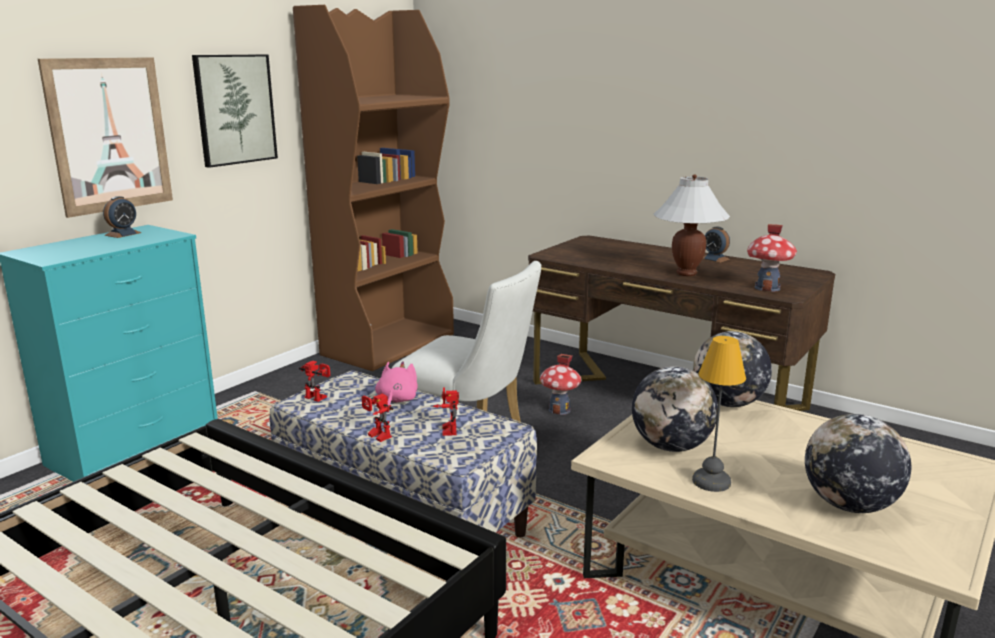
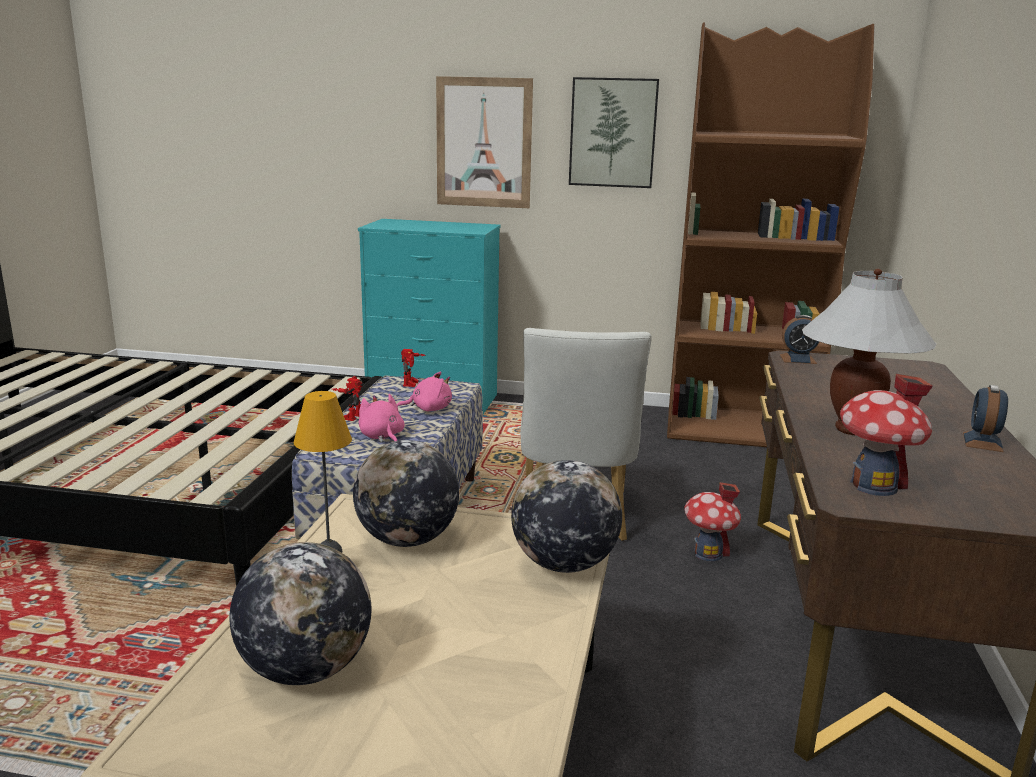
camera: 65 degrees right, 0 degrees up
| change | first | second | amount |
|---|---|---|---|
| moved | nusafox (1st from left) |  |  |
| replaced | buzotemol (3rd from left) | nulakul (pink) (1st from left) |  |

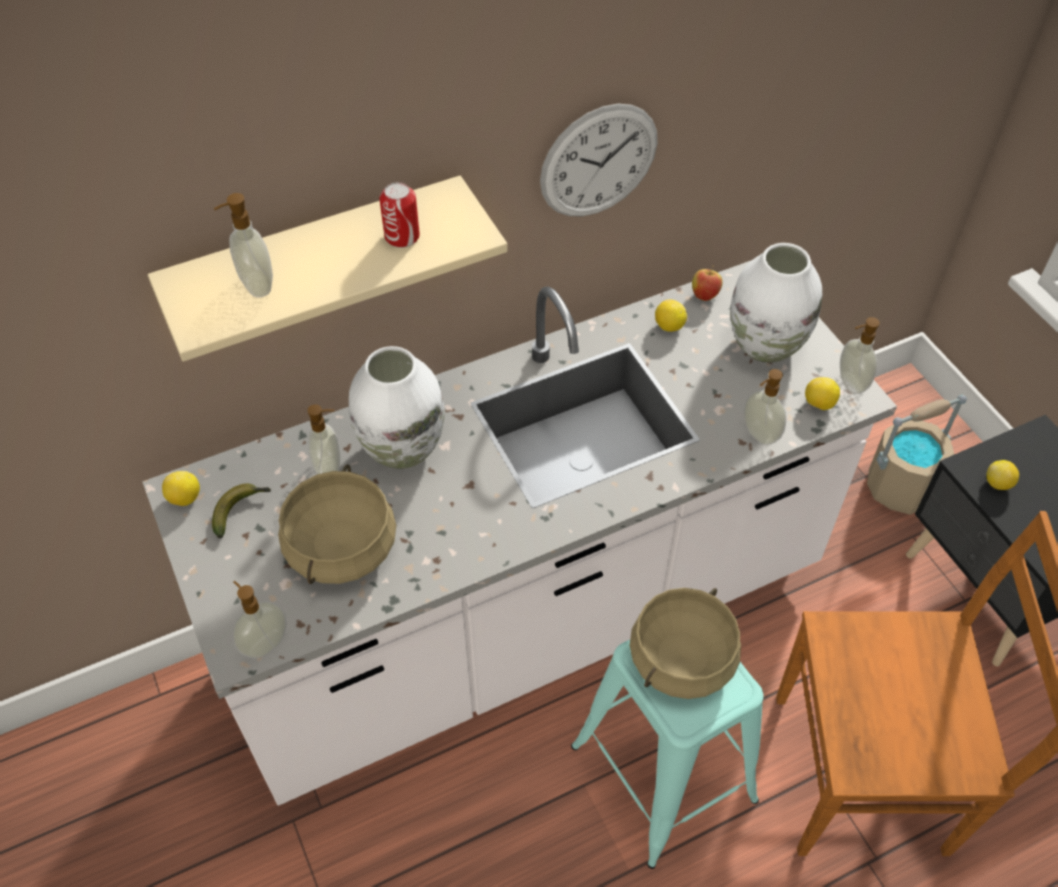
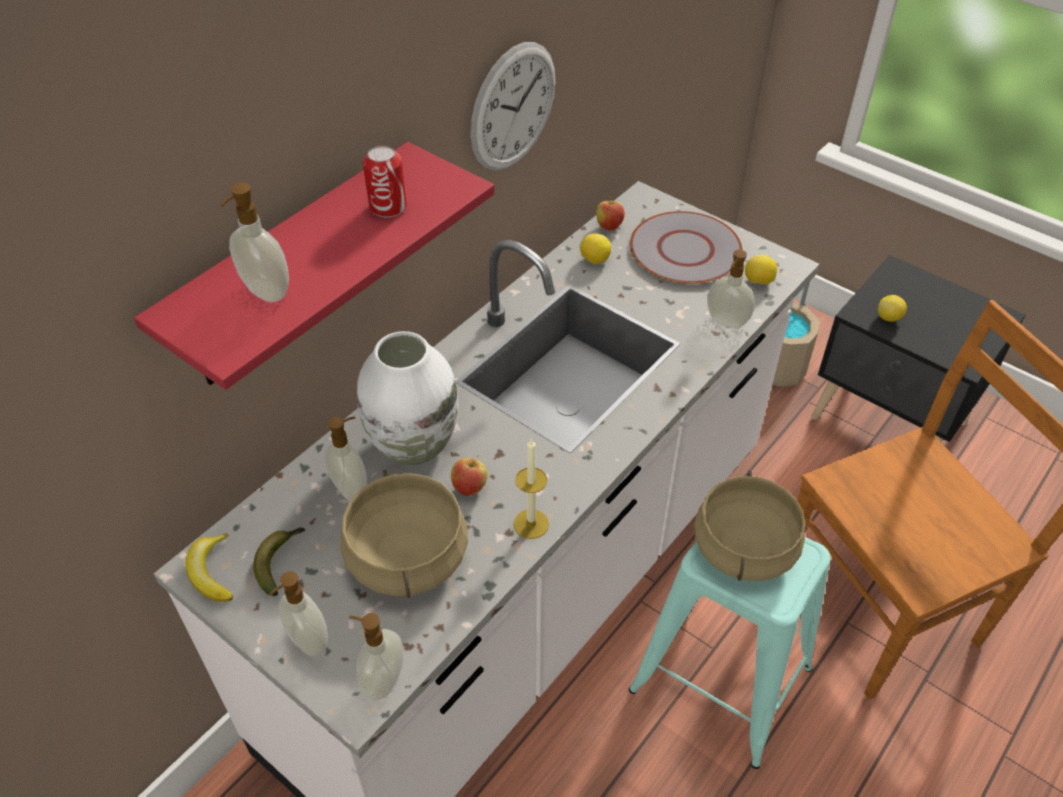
camera: 25 degrees left, 5 degrees down
| change | first | second | amount |
|---|---|---|---|
| recoloured | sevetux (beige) | sevetux (red) |  |
| replaced | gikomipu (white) (2nd from left) | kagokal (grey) |  |
| moved | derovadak (5th from left in the first image) | derovadak (2nd from left) |  |
| replaced | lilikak (1st from left) | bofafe (1st from left) |  |
| added |  | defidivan |  |
| added |  | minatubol (1st from left) |  |

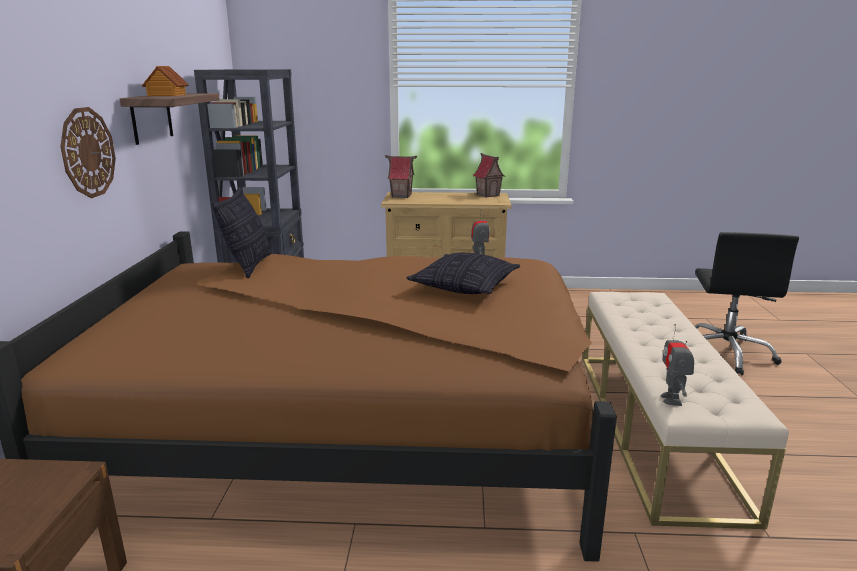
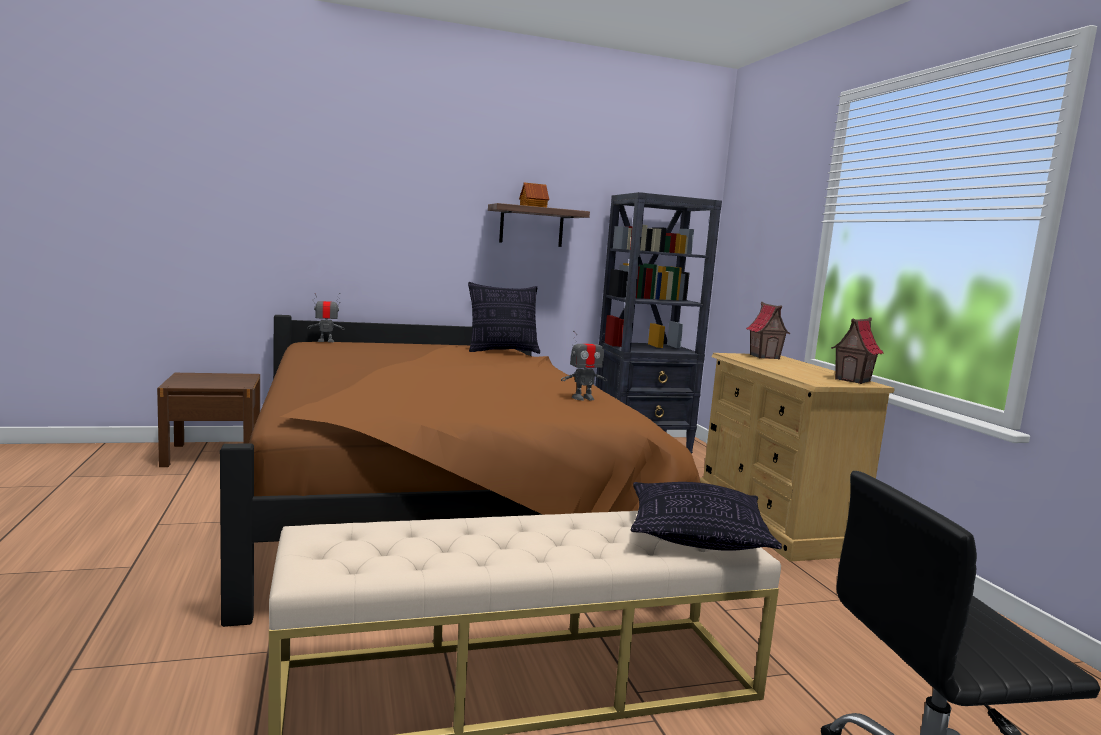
camera: 70 degrees right, 10 degrees down
| change | first | second | amount |
|---|---|---|---|
| removed | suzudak |  |  |
| moved | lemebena (2nd from left) |  |  |
| moved | buzotemol (2nd from left in the first image) | buzotemol (1st from left) |  |

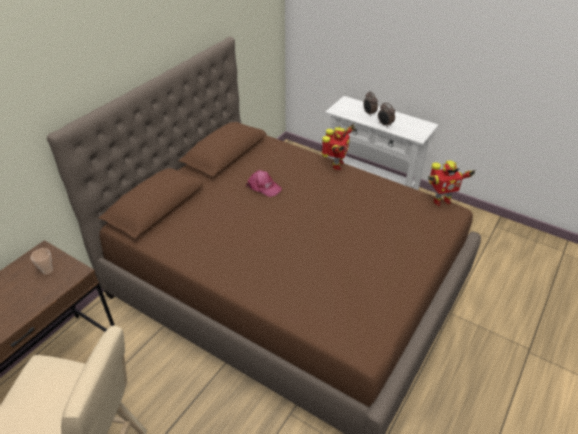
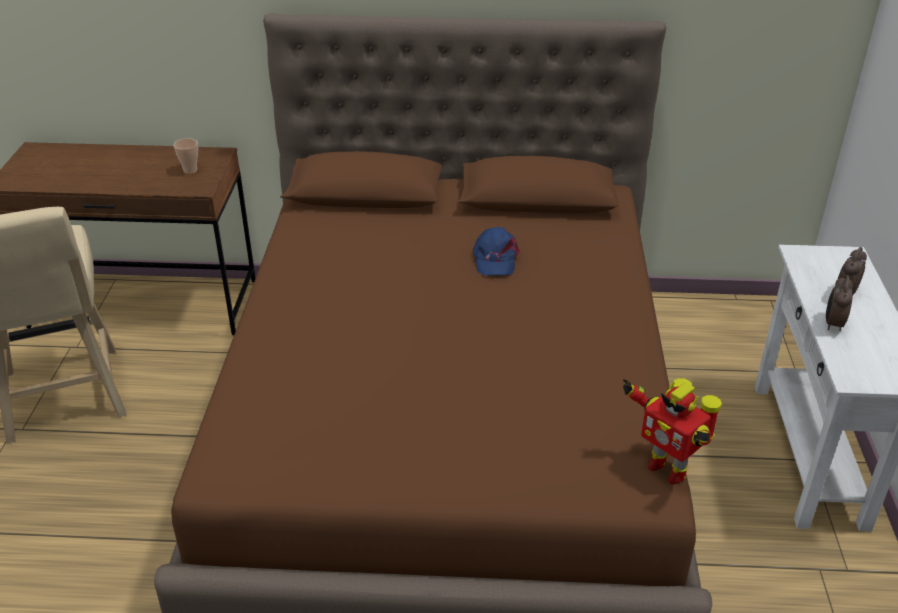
camera: 60 degrees right, 5 degrees down
| change | first | second | amount |
|---|---|---|---|
| removed | buzotemol (1st from left) |  |  |
| recoloured | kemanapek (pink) | kemanapek (blue) |  |

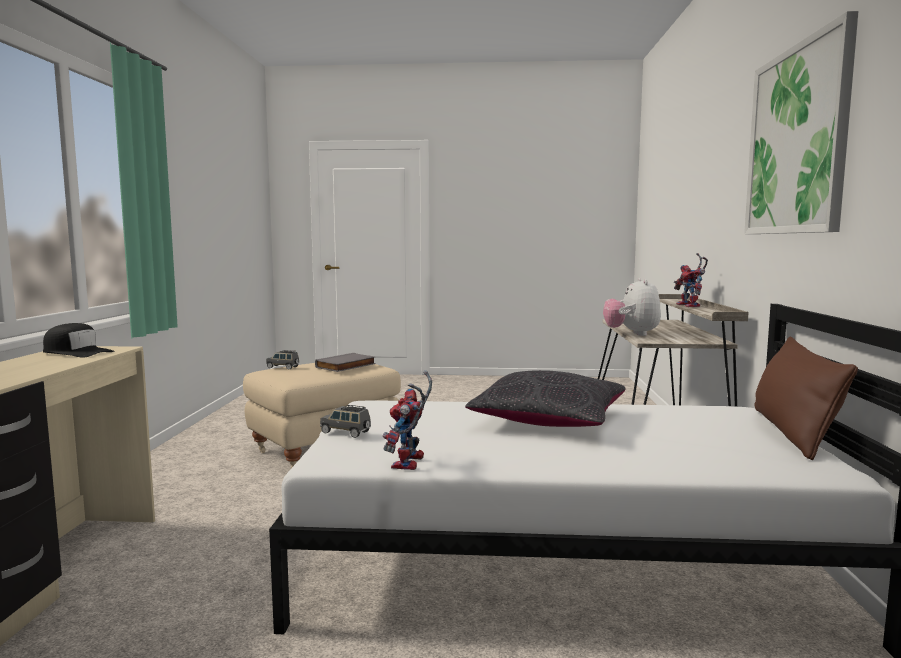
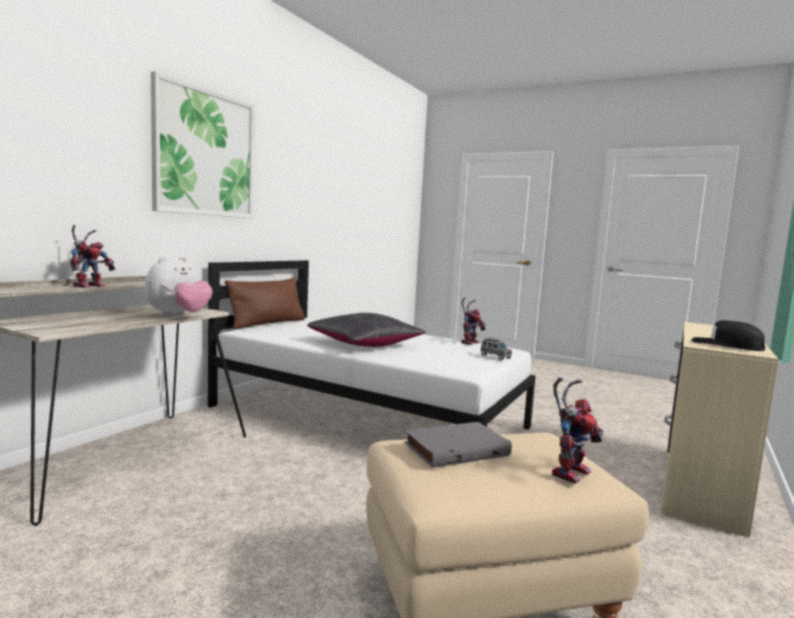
camera: 155 degrees left, 0 degrees up
| change | first | second | amount |
|---|---|---|---|
| replaced | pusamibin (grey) (1st from left) | buzotemol (3rd from left) |  |

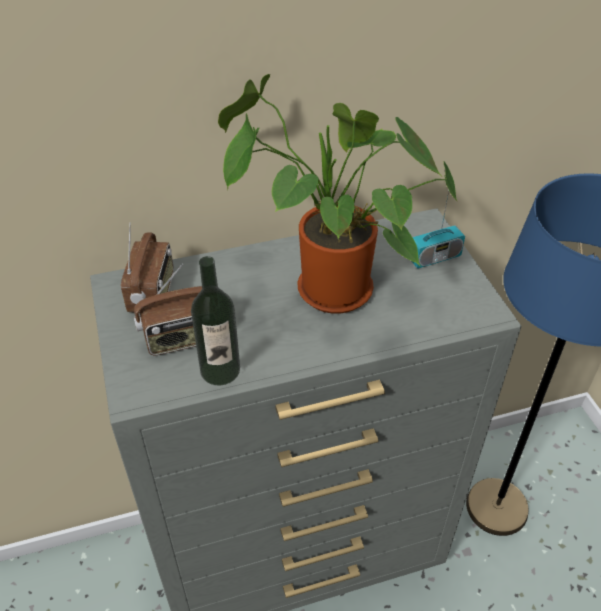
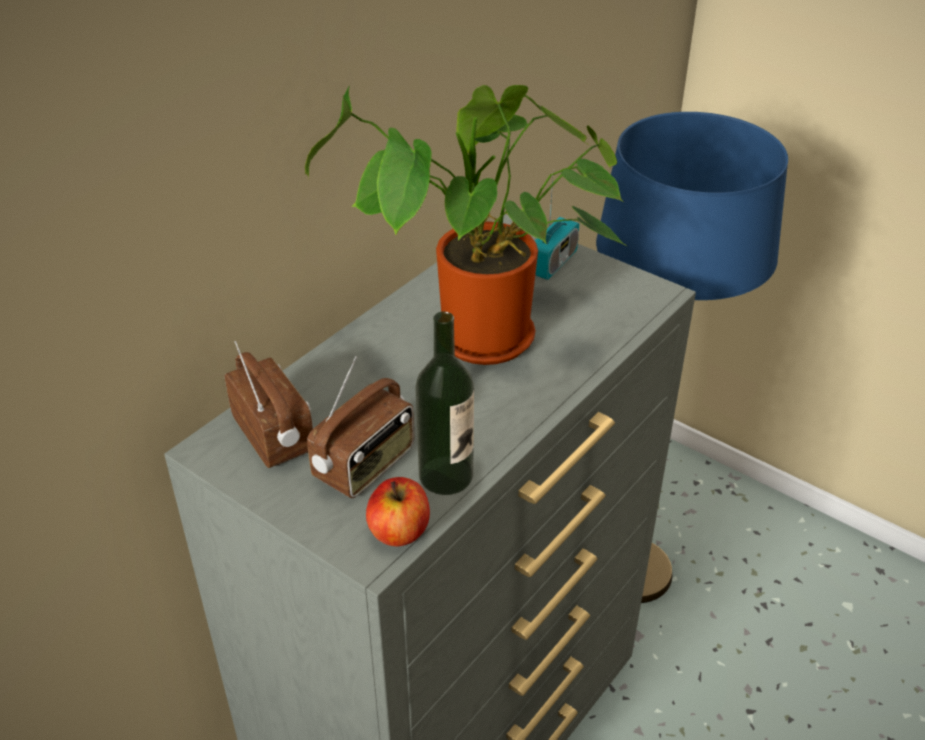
camera: 35 degrees left, 5 degrees down
| change | first | second | amount |
|---|---|---|---|
| added |  | minatubol |  |

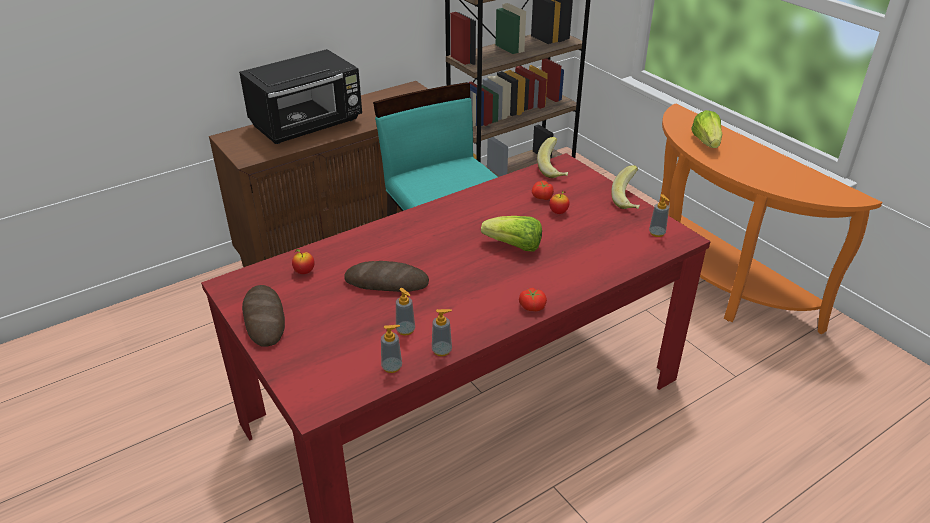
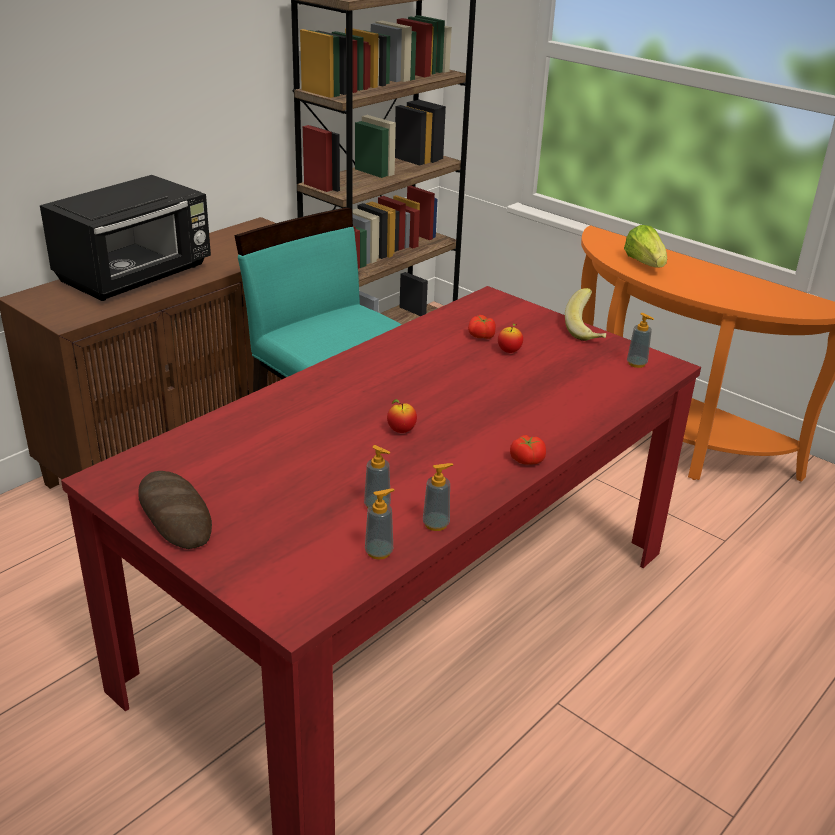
camera: 15 degrees left, 5 degrees down
| change | first | second | amount |
|---|---|---|---|
| removed | bofafe (1st from left) |  |  |
| removed | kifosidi (1st from left) |  |  |
| moved | minatubol (1st from left) |  |  |
| removed | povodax (2nd from left) |  |  |

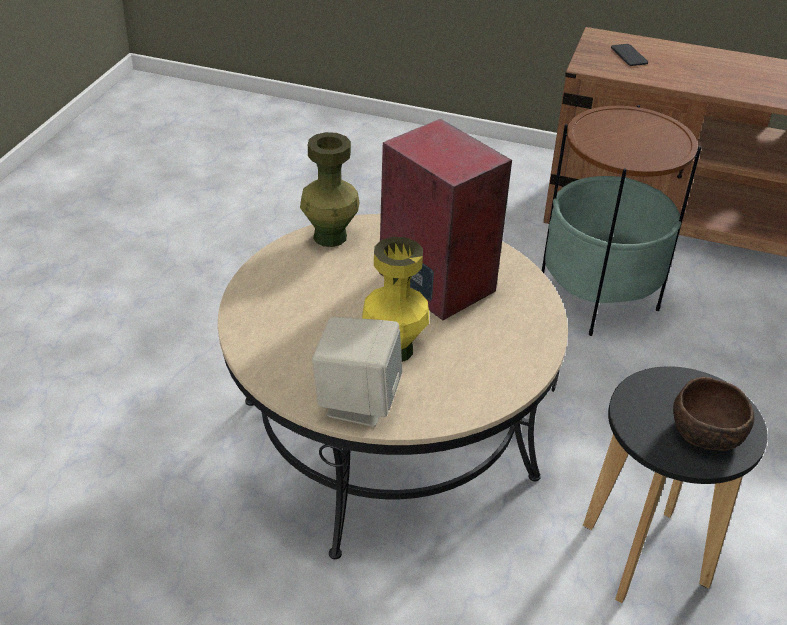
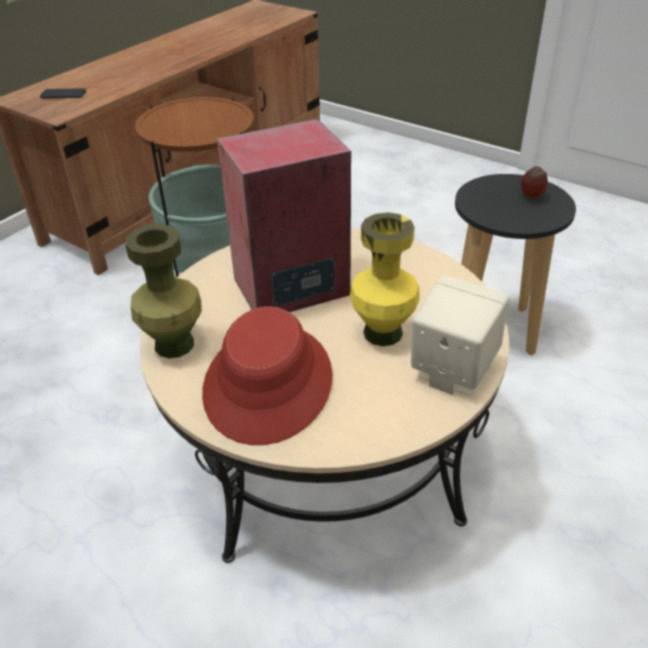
camera: 70 degrees left, 0 degrees up
| change | first | second | amount |
|---|---|---|---|
| replaced | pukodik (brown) | minatubol |  |
| added |  | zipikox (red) |  |

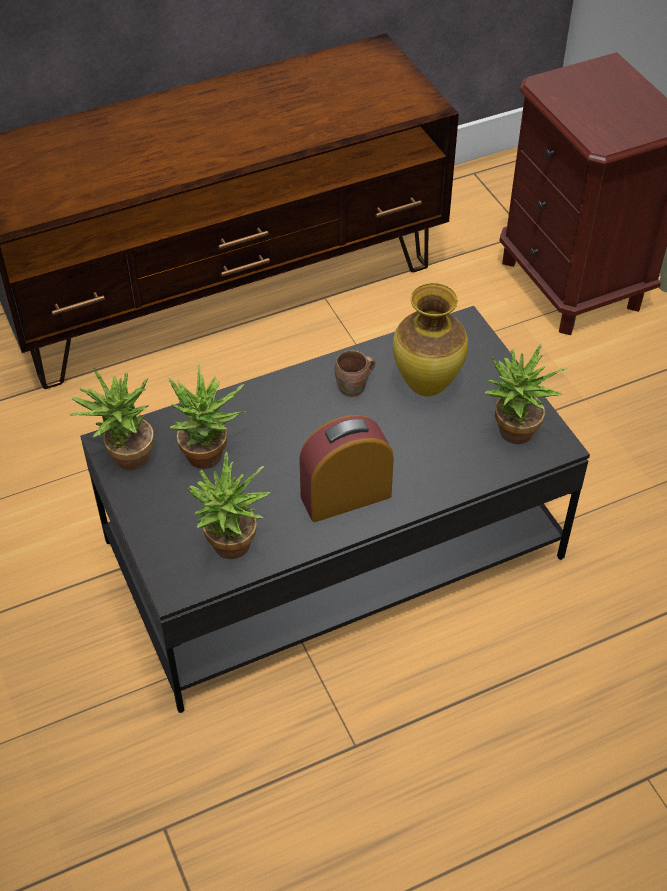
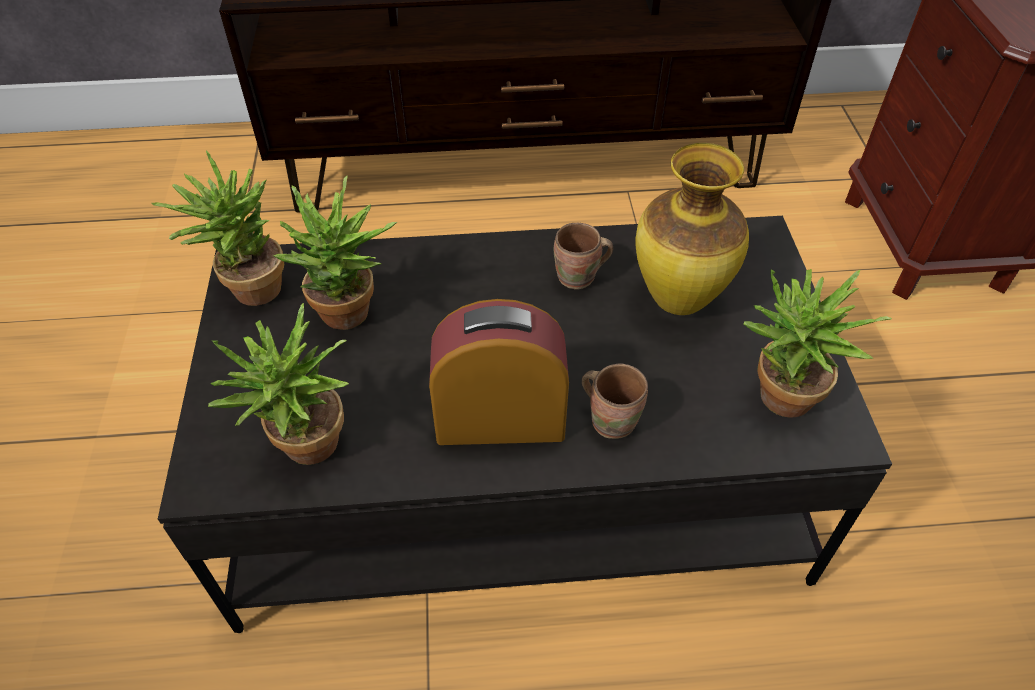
camera: 20 degrees right, 0 degrees up
| change | first | second | amount |
|---|---|---|---|
| added |  | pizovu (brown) (2nd from left) |  |

